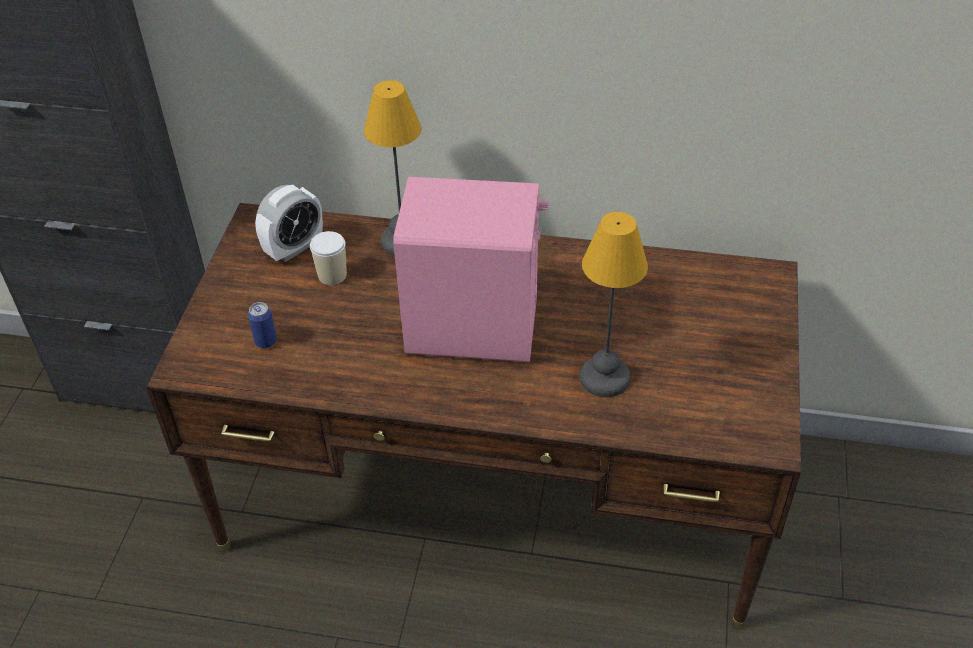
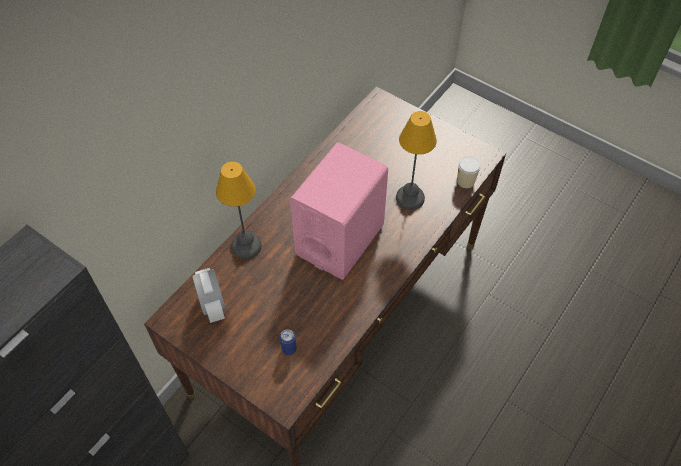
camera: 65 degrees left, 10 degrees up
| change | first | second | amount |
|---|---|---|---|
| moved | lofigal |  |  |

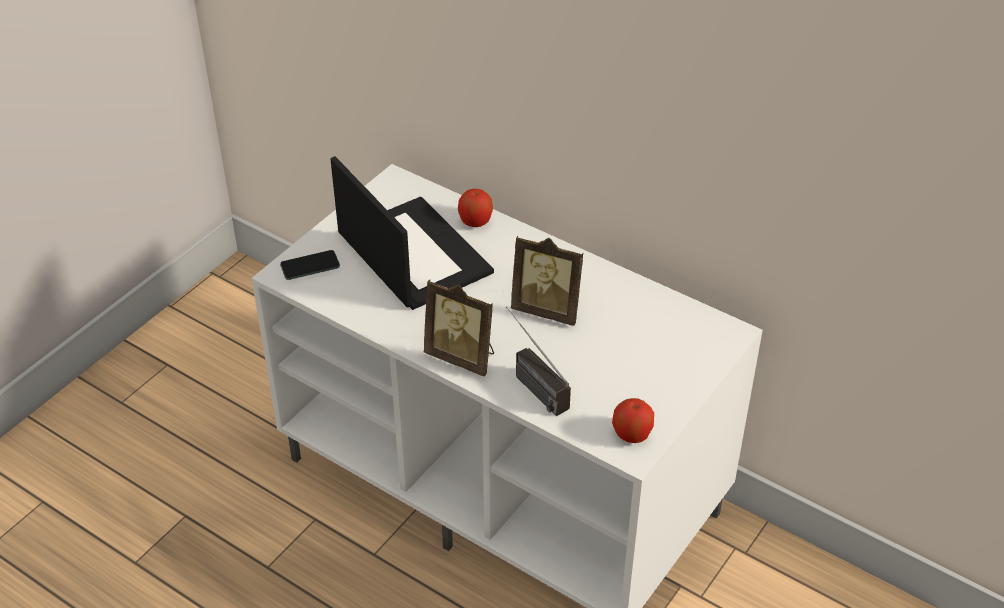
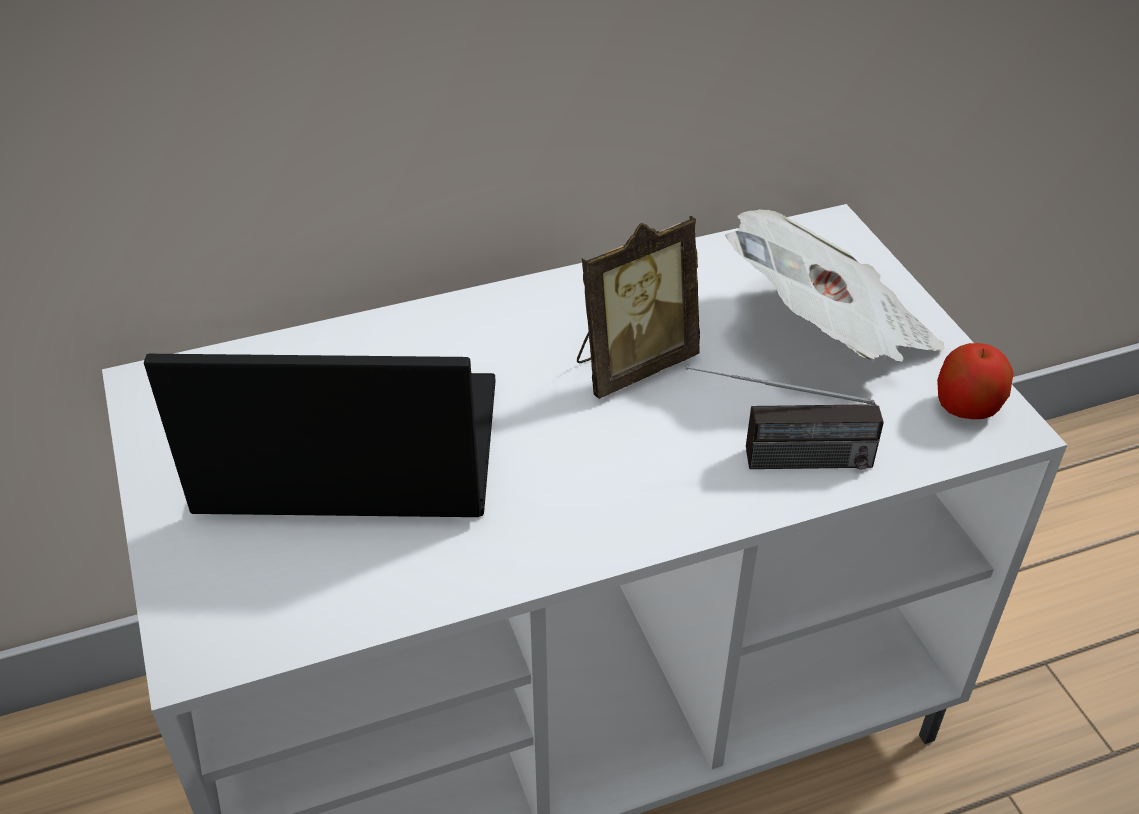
camera: 55 degrees left, 0 degrees up
| change | first | second | amount |
|---|---|---|---|
| removed | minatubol (1st from left) |  |  |
| removed | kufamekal |  |  |
| removed | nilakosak (1st from left) |  |  |
| added |  | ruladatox |  |

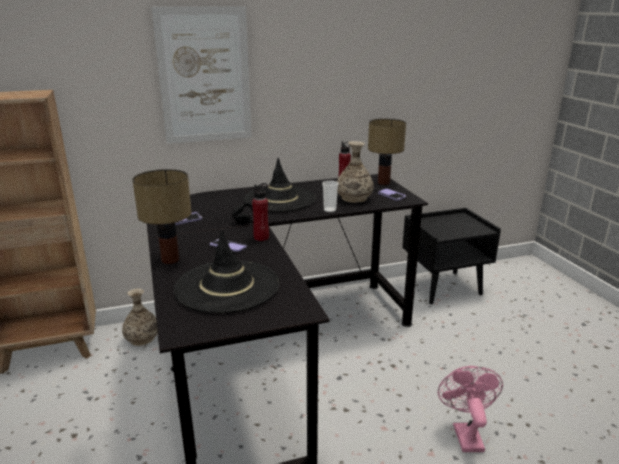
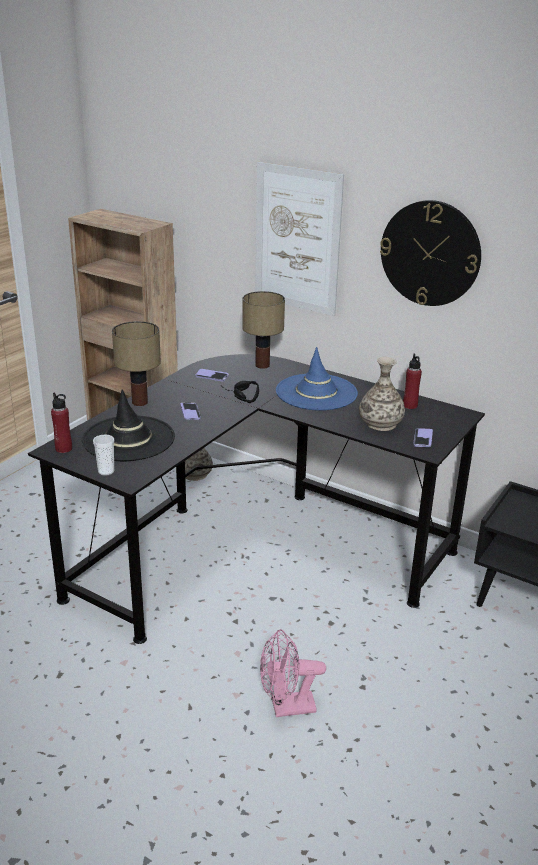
camera: 50 degrees right, 5 degrees up
| change | first | second | amount |
|---|---|---|---|
| moved | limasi (2nd from left) |  |  |
| recoloured | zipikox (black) (2nd from left) | zipikox (blue) |  |
| moved | lofigal |  |  |
| moved | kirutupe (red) (1st from left) |  |  |
| turned | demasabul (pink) |  | 150 degrees counterclockwise |
| added |  | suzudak |  |

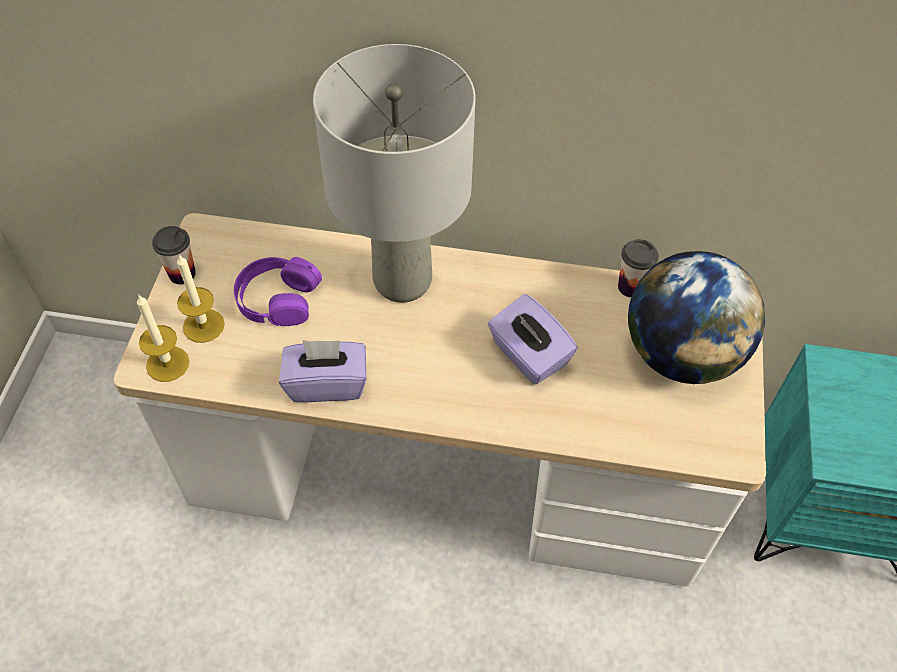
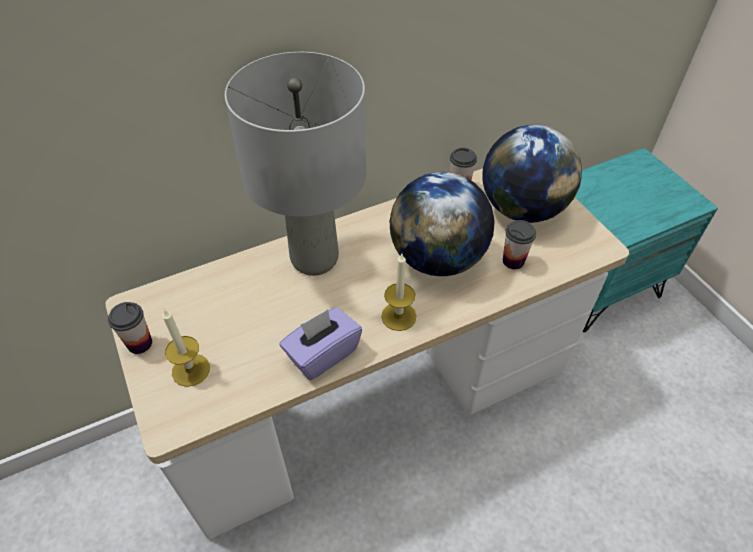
camera: 35 degrees left, 5 degrees down
| change | first | second | amount |
|---|---|---|---|
| removed | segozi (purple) |  |  |
| moved | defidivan (1st from left in the first image) | defidivan (2nd from left) |  |
| replaced | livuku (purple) (2nd from left) | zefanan (1st from left) |  |
| added |  | lofigal (3rd from left) |  |

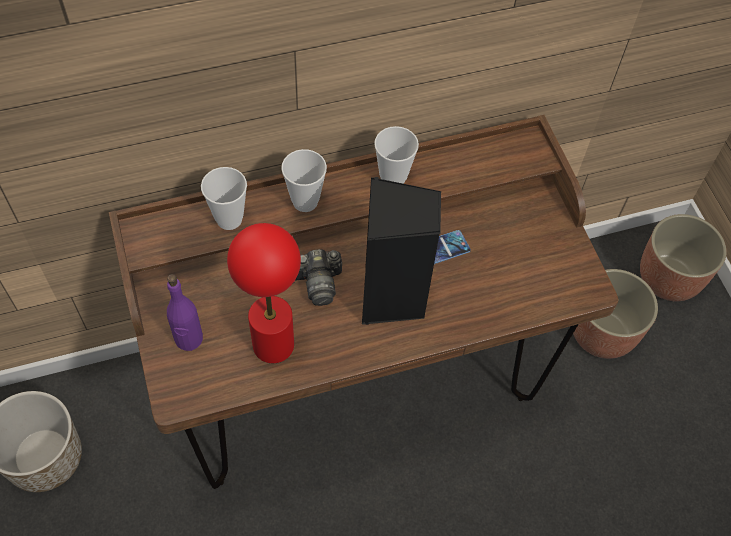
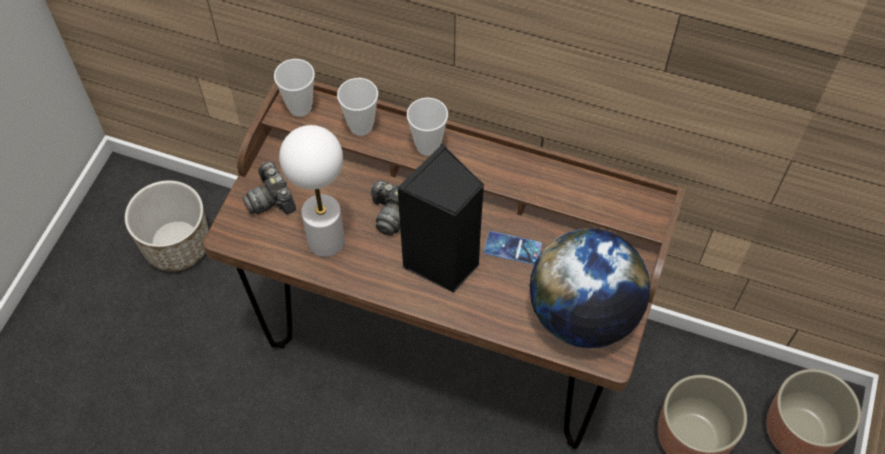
camera: 40 degrees right, 0 degrees up
| change | first | second | amount |
|---|---|---|---|
| moved | lofigal (3rd from left in the first image) | lofigal (1st from left) |  |
| recoloured | limasi (red) | limasi (white) |  |
| replaced | kirutupe (purple) | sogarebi (1st from left) |  |
| added |  | zefanan |  |

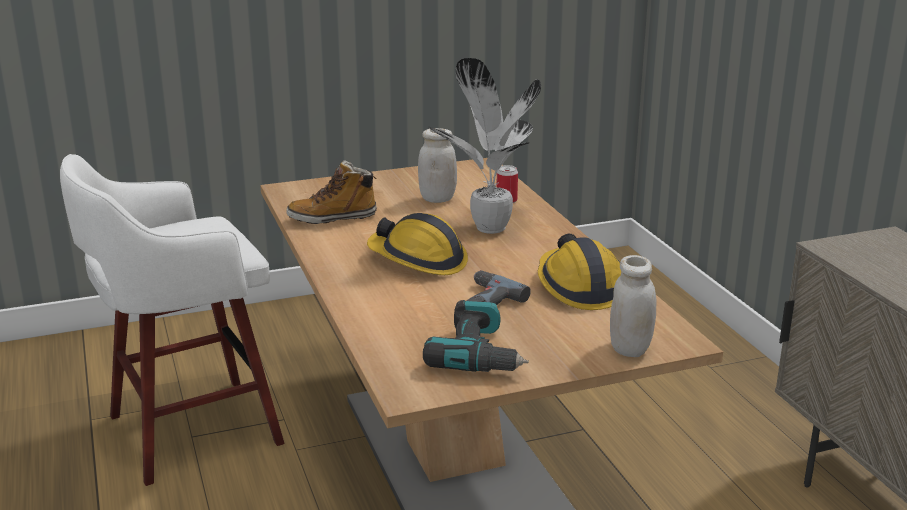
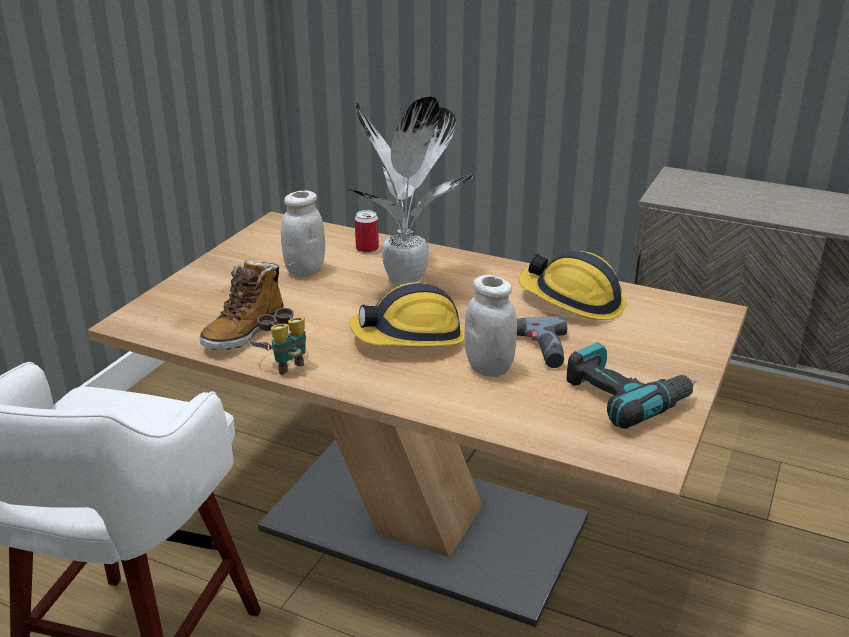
camera: 45 degrees left, 5 degrees up
| change | first | second | amount |
|---|---|---|---|
| moved | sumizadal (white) (2nd from left) |  |  |
| added |  | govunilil |  |

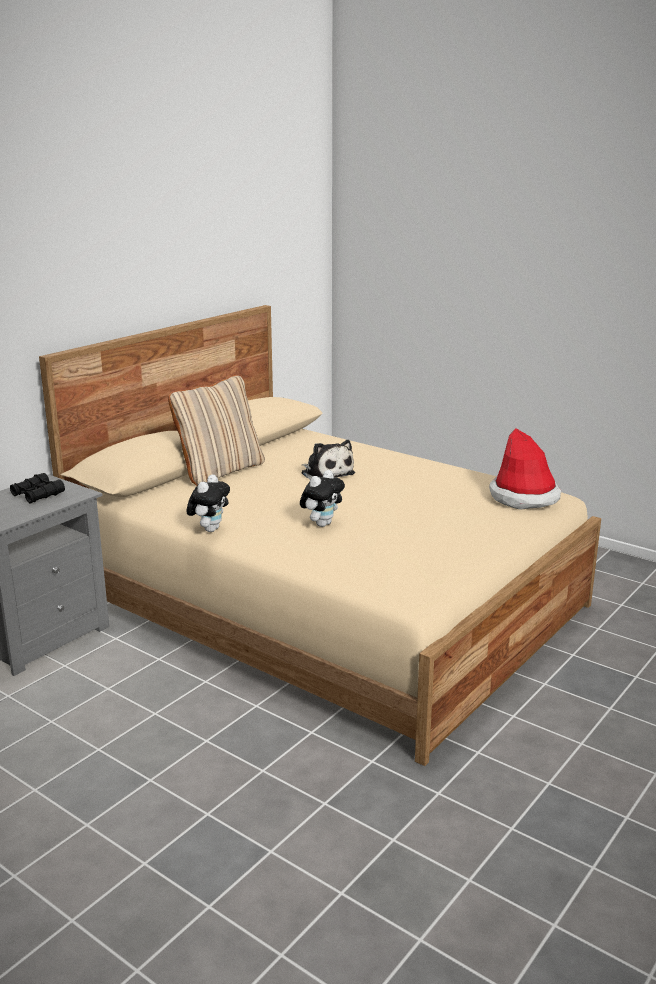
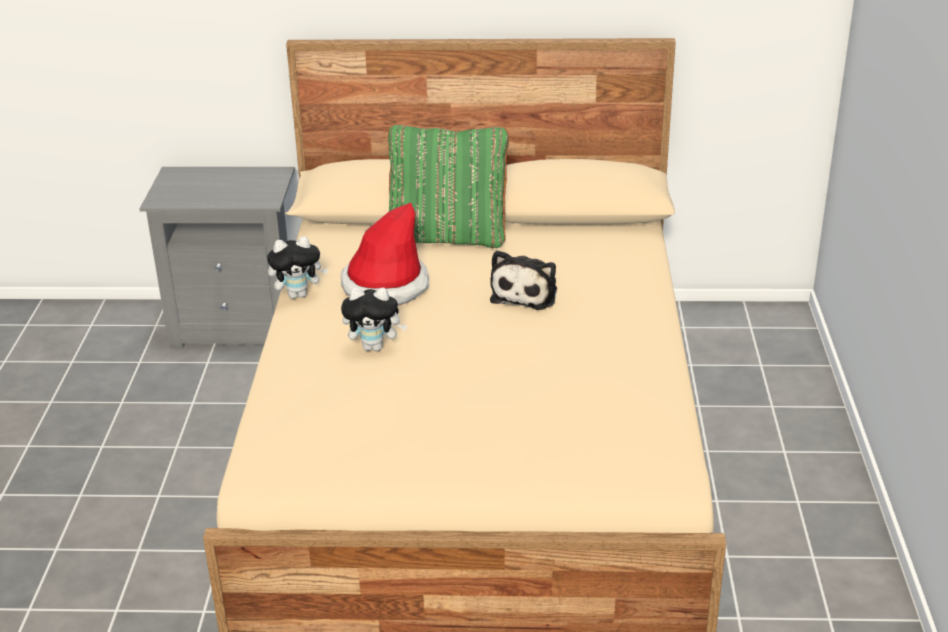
camera: 55 degrees right, 10 degrees up
| change | first | second | amount |
|---|---|---|---|
| recoloured | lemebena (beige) | lemebena (green) |  |
| moved | zipikox |  |  |
| removed | govunilil (black) |  |  |

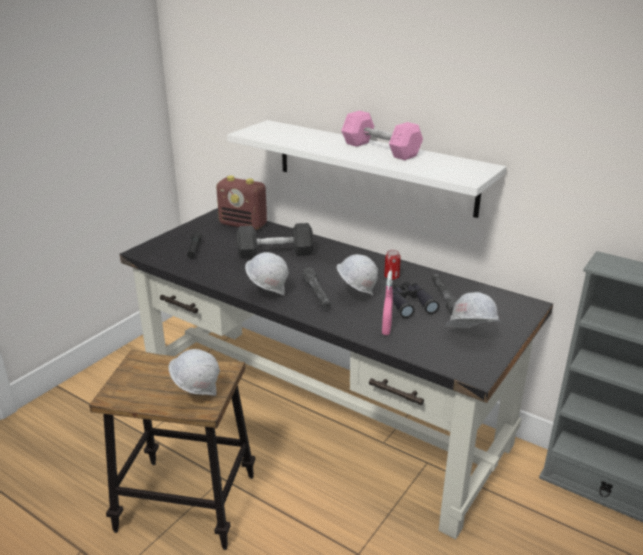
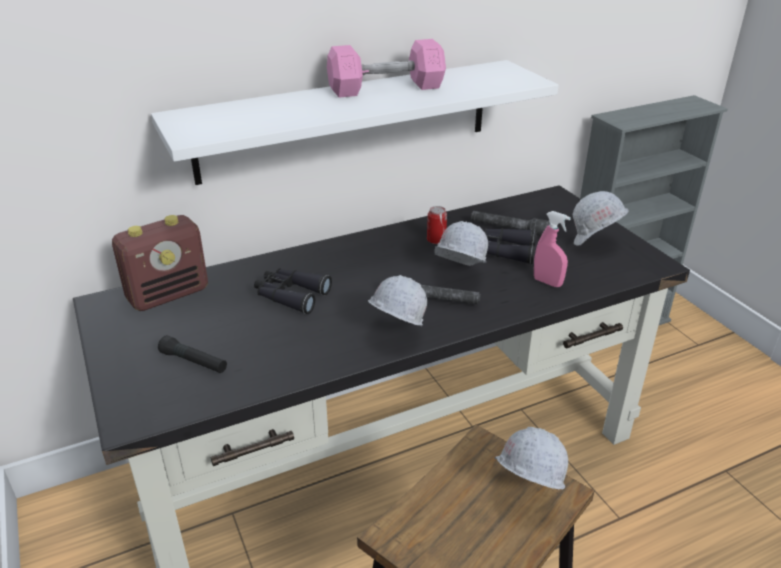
camera: 60 degrees left, 5 degrees up
| change | first | second | amount |
|---|---|---|---|
| replaced | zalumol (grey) | govunilil (black) (1st from left) |  |

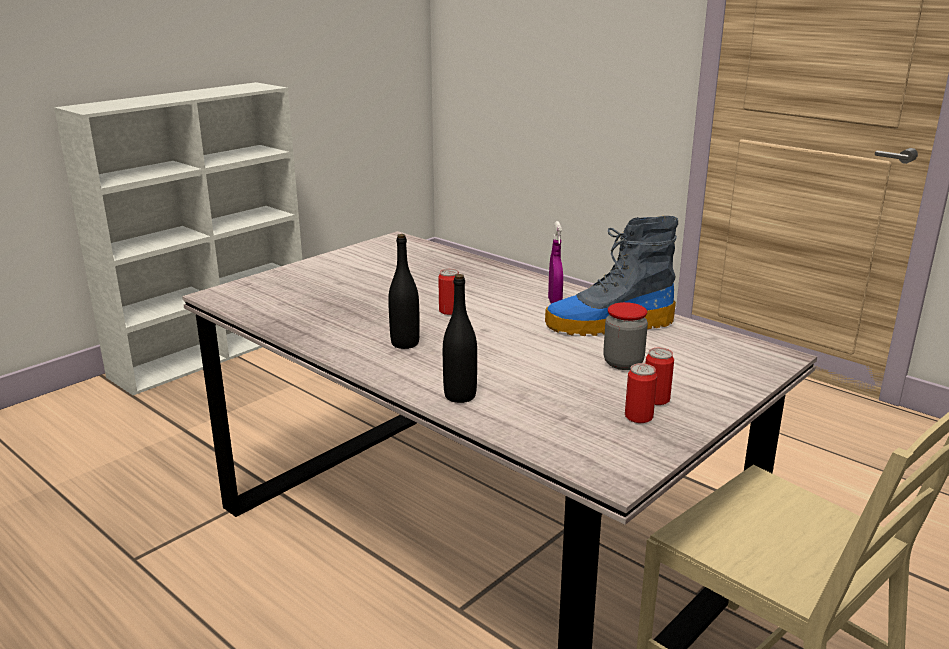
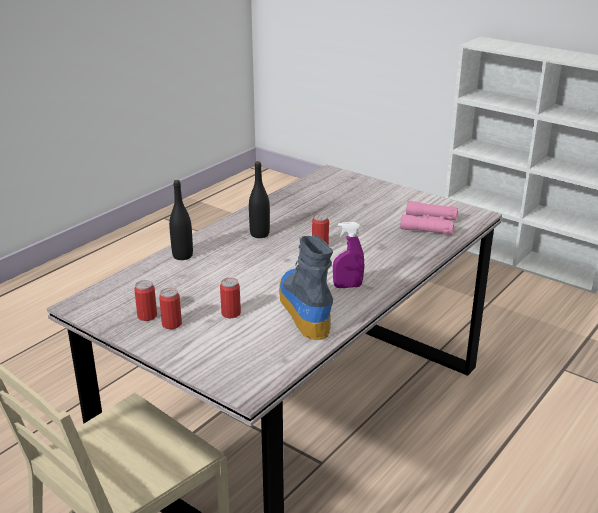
camera: 85 degrees right, 5 degrees up
| change | first | second | amount |
|---|---|---|---|
| replaced | sumizadal | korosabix (3rd from left) |  |
| added |  | govunilil (pink) |  |

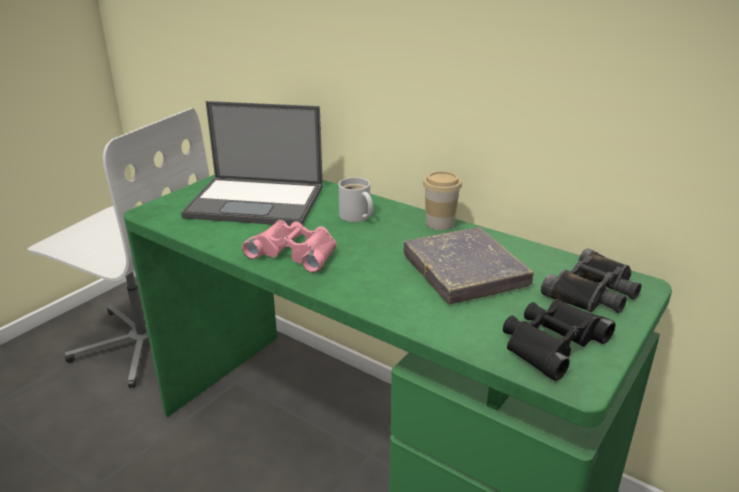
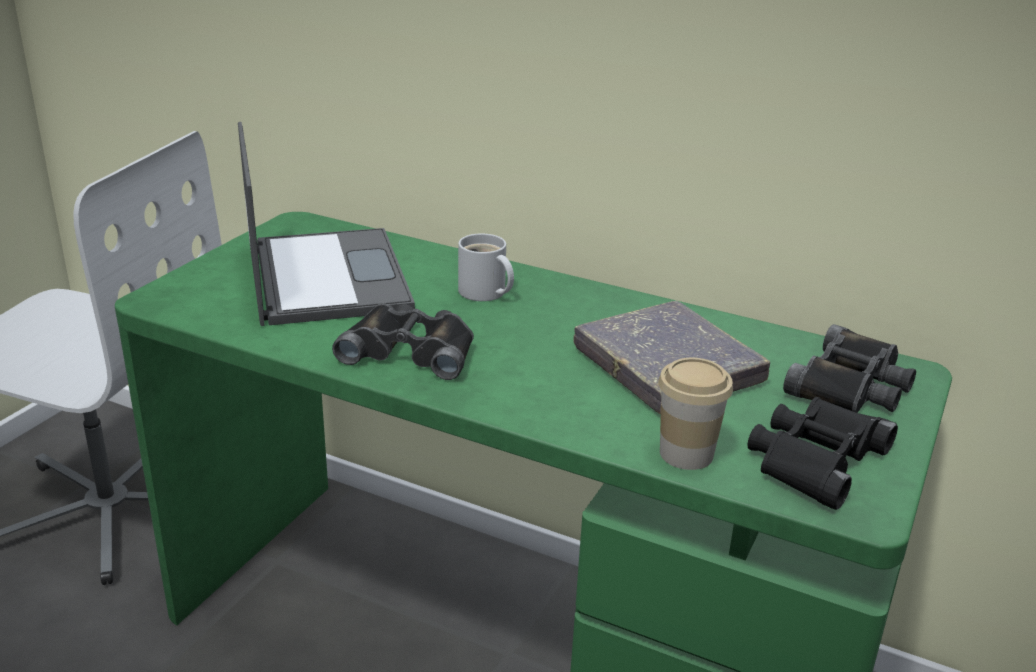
camera: 10 degrees left, 0 degrees up
| change | first | second | amount |
|---|---|---|---|
| turned | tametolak |  | 105 degrees counterclockwise |
| moved | lofigal |  |  |
| recoloured | govunilil (pink) | govunilil (black) (1st from left) |  |

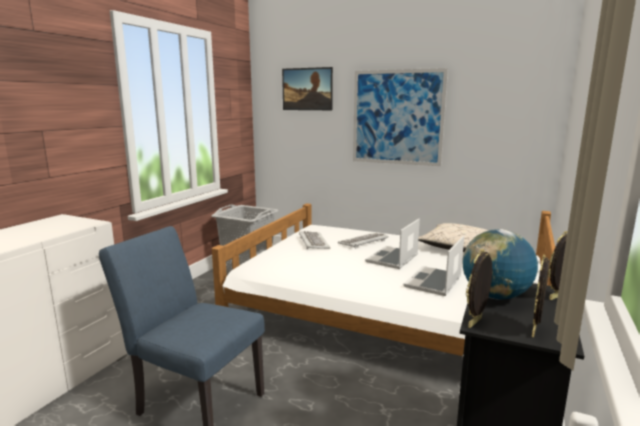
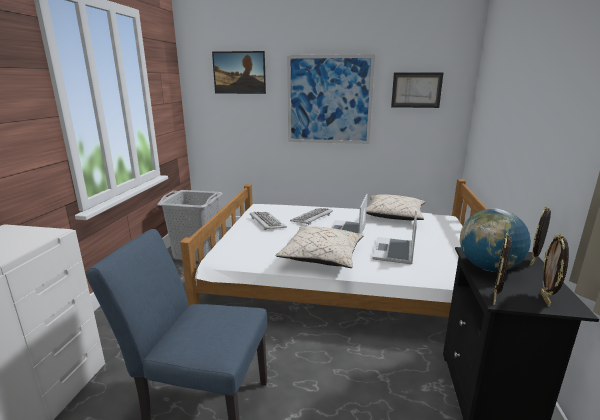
camera: 15 degrees left, 5 degrees up
| change | first | second | amount |
|---|---|---|---|
| added |  | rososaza (3rd from left) |  |
| added |  | lemebena (beige) (1st from left) |  |

